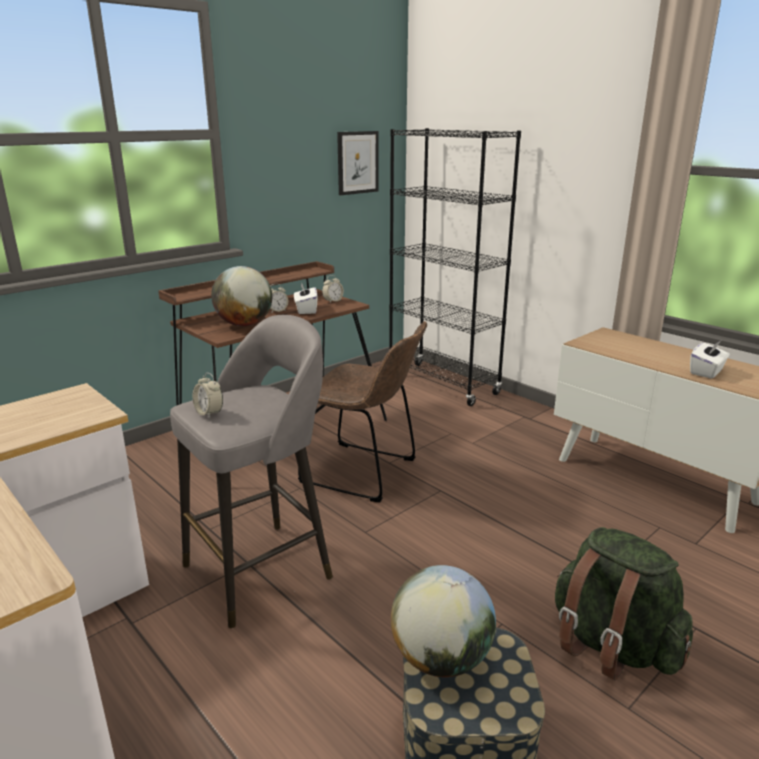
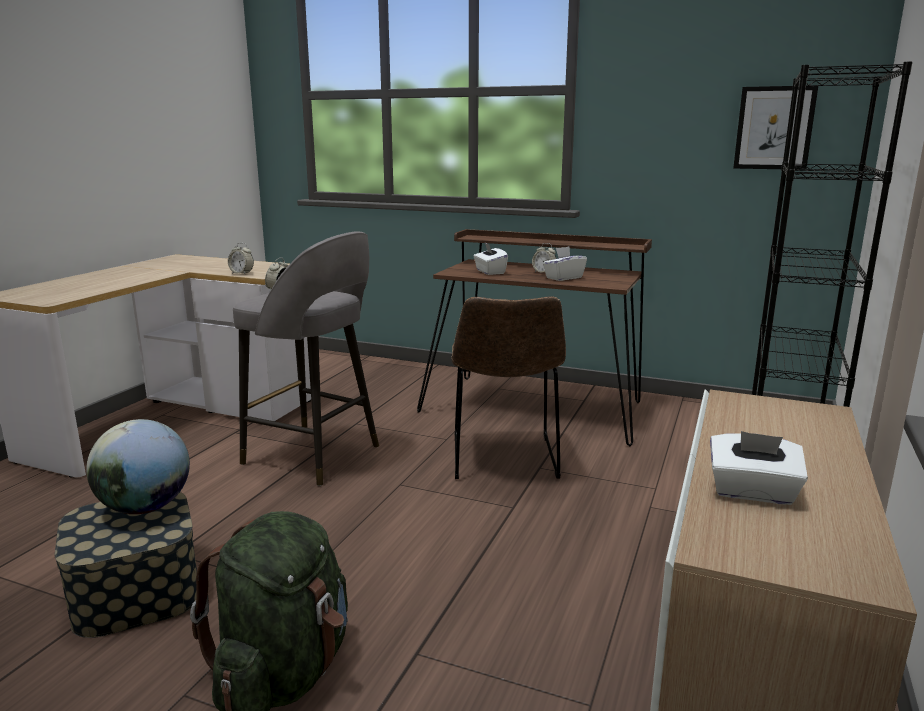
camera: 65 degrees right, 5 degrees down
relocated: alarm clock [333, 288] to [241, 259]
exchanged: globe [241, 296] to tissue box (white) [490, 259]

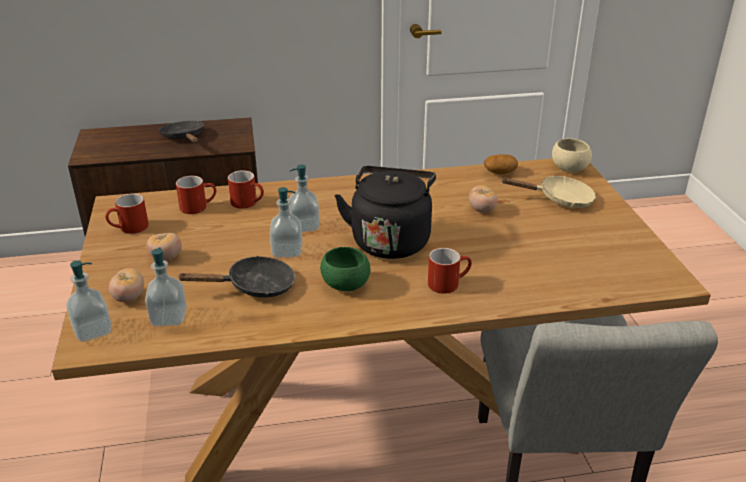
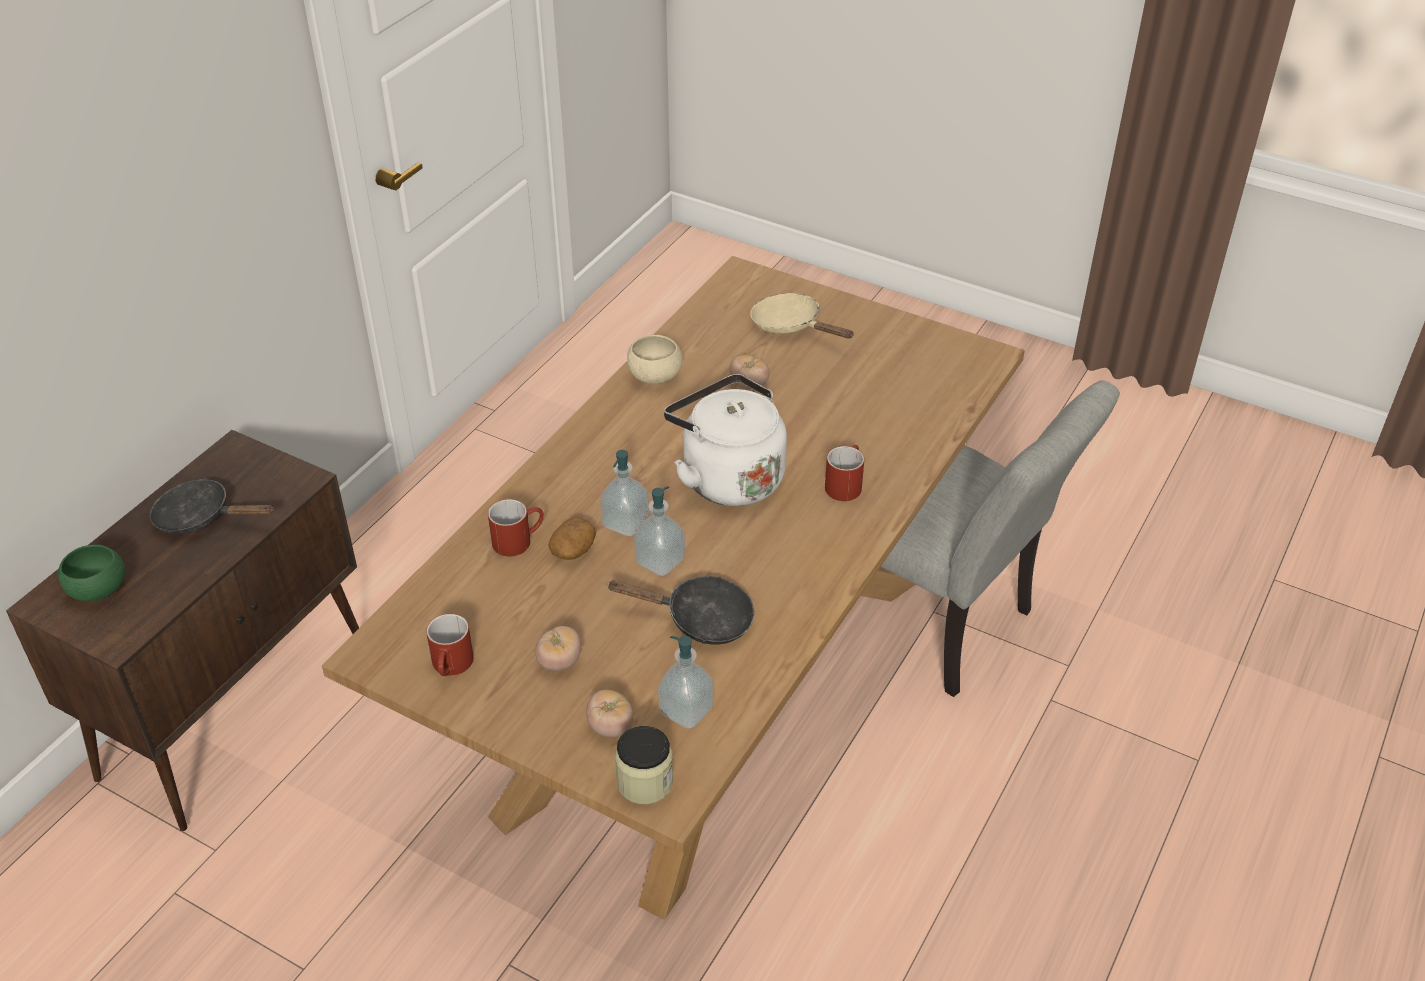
camera: 50 degrees left, 10 degrees up
missing: mug (red) [196, 195]
relocated: bowl (green) [345, 269] to [91, 573]; potato [501, 164] to [572, 538]; bowl (beige) [572, 155] to [655, 359]
exchanged: soap dispenser [89, 301] to jar [644, 765]
colour: kettle (black) [385, 212] to kettle (white) [725, 440]
spun: frying pan (black) [236, 277] = [680, 610] 75 degrees clockwise; frying pan (beige) [548, 192] = [802, 316] 90 degrees counterclockwise

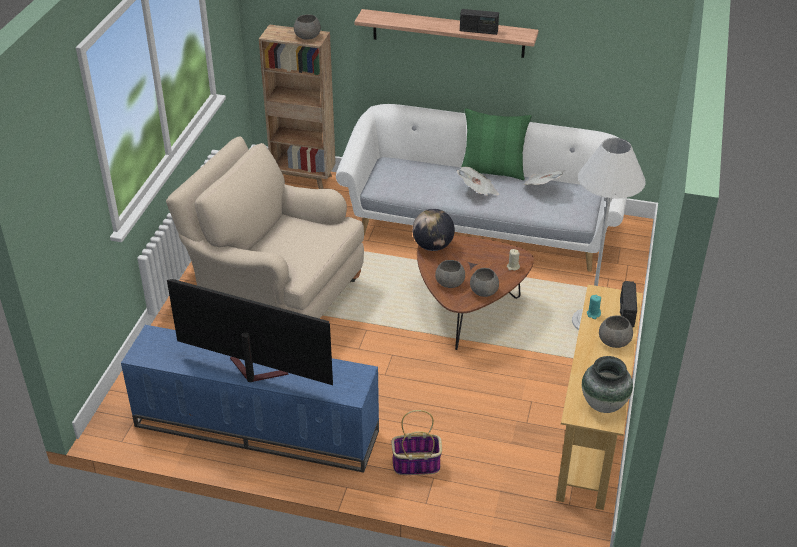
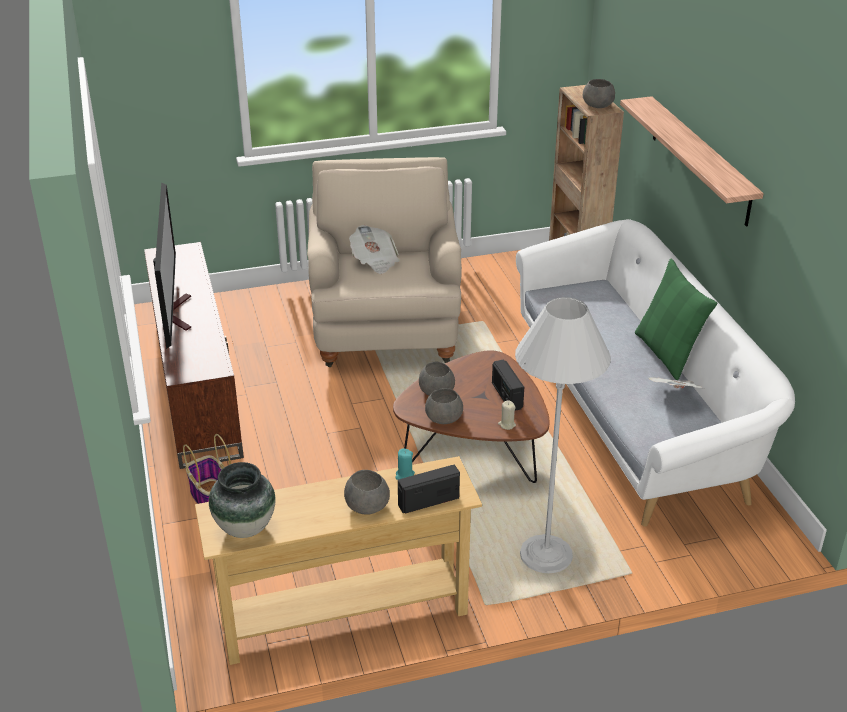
camera: 60 degrees right, 5 degrees down
missing: globe [433, 230]
relocated: newspaper [478, 181] to [374, 249]; radio [479, 22] to [508, 385]
colour: tv stand (blue) [250, 399] to tv stand (brown) [194, 355]

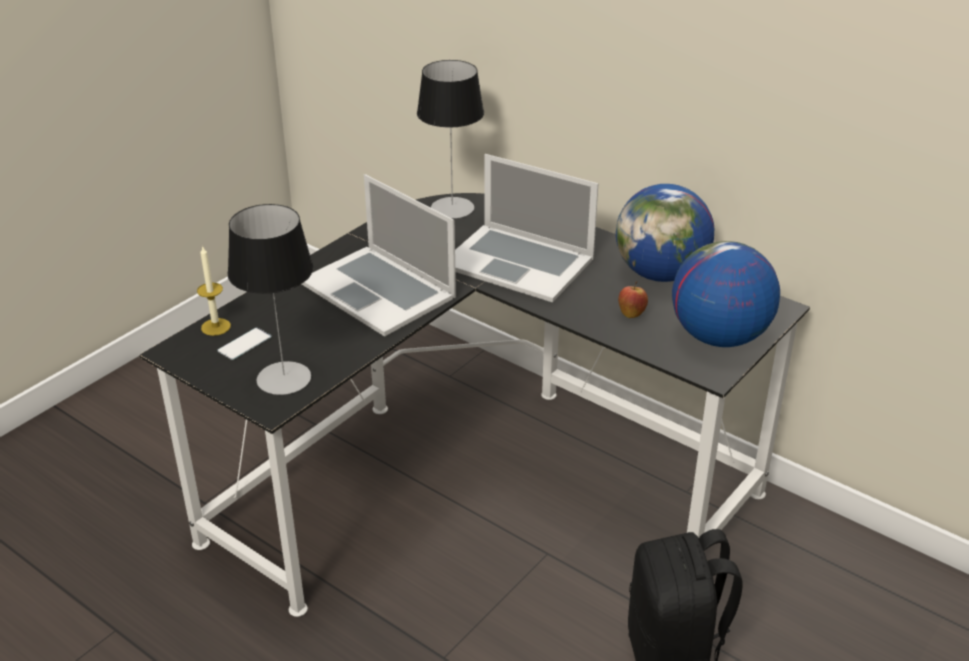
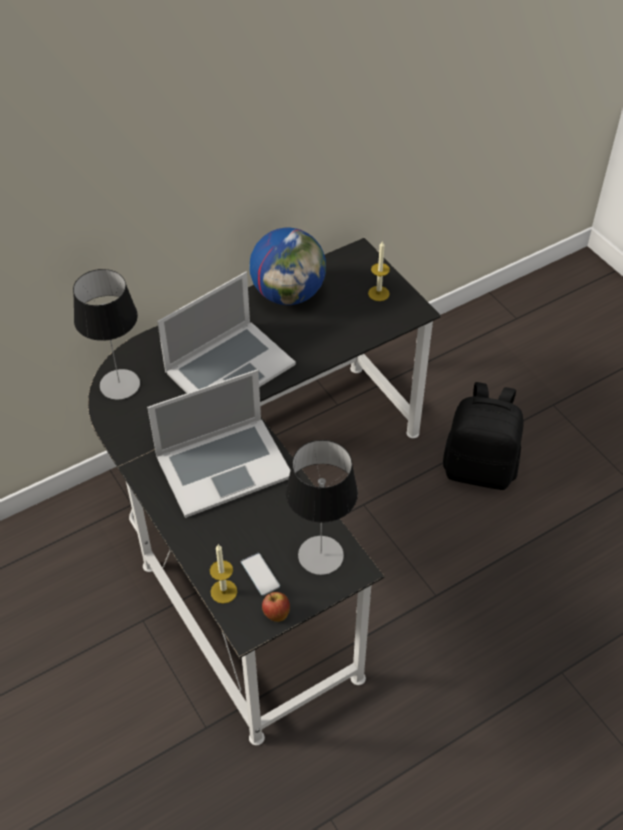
camera: 70 degrees left, 15 degrees up
relocated: apple [633, 299] to [276, 607]
exchanged: globe [726, 294] to candle [379, 271]

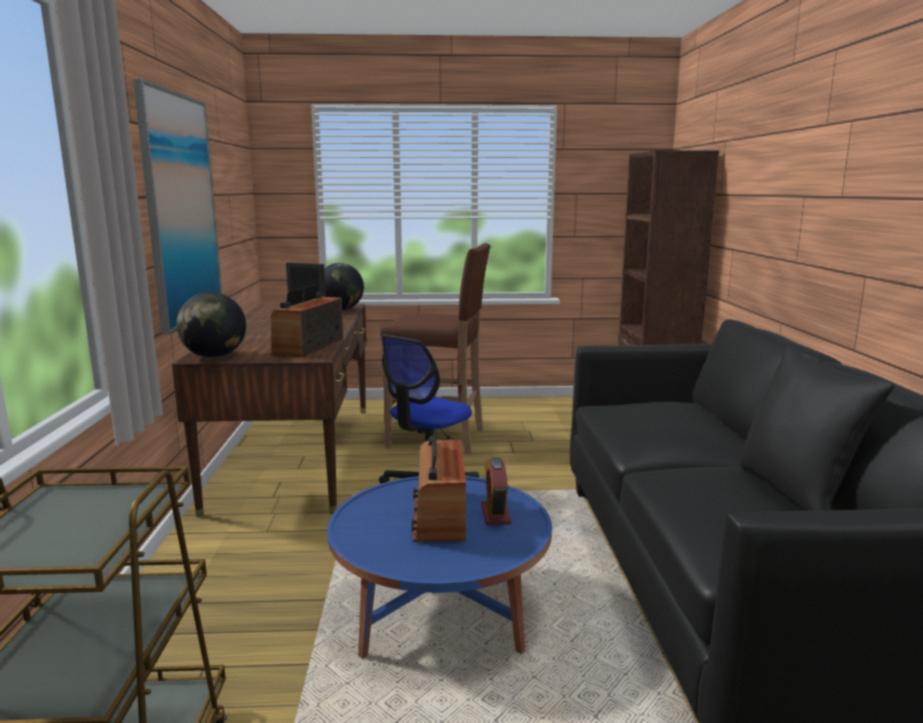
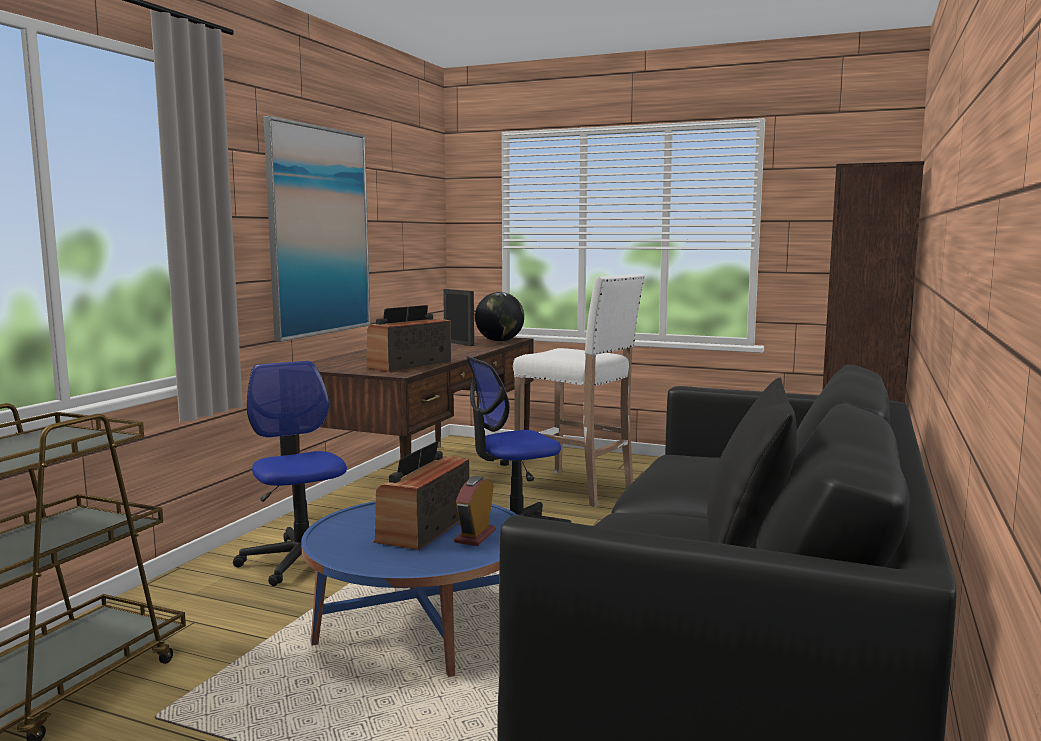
camera: 25 degrees right, 5 degrees down
missing: globe [211, 325]
appeared: office chair [290, 473]
colour: stool (brown) [435, 348] to stool (white) [579, 390]

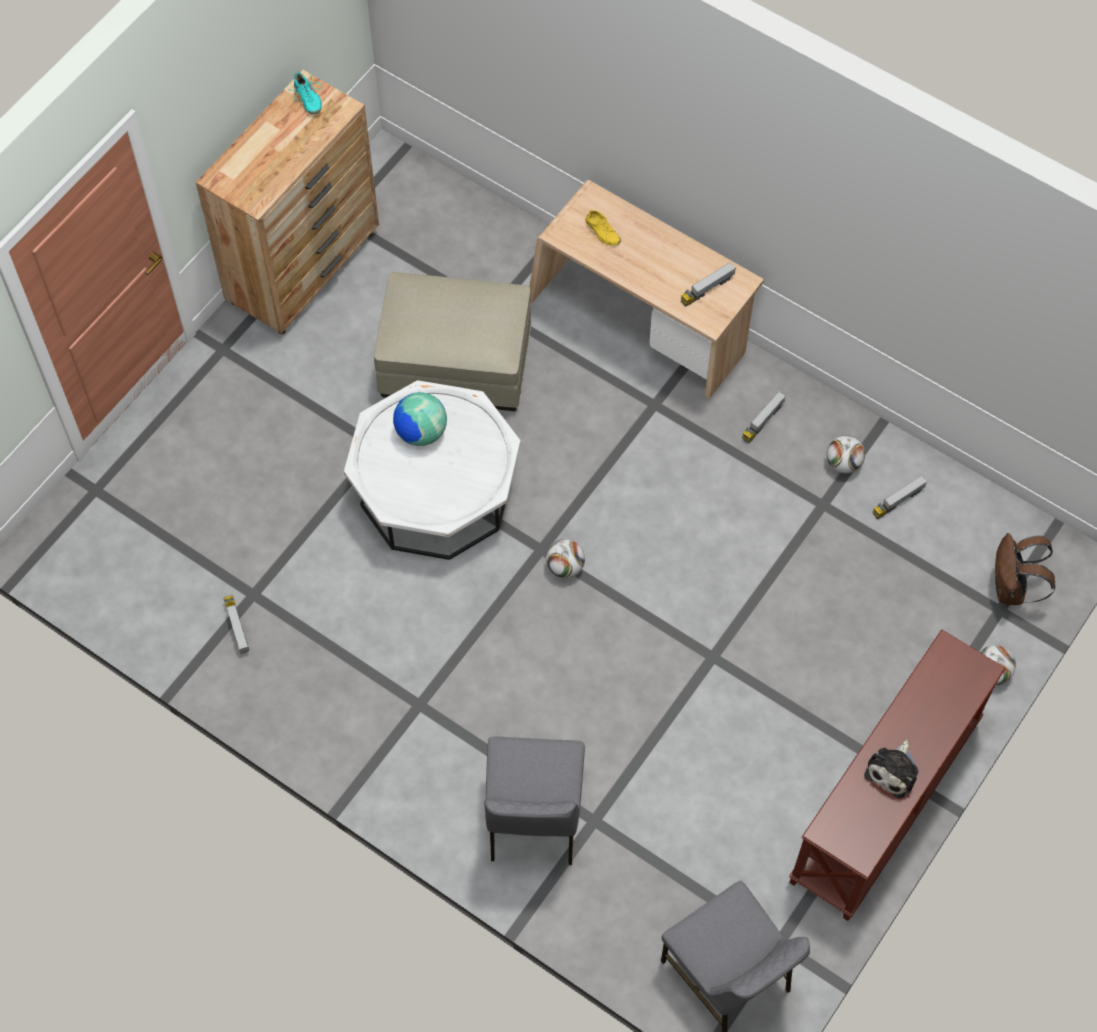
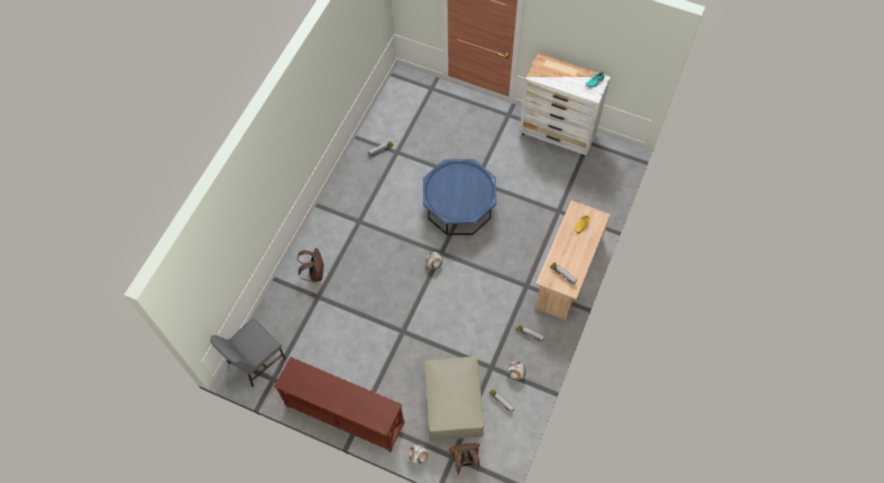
camera: 80 degrees right, 0 degrees up
missing: globe [420, 419]; plush toy [891, 769]
relocated: ottoman (beige) [452, 341] to [454, 398]
exchanged: chair (grey) [534, 801] to backpack (brown) [310, 265]
colour: dresser (brown) [287, 202] to dresser (white) [564, 104]; coffee table (white) [432, 470] to coffee table (blue) [460, 197]

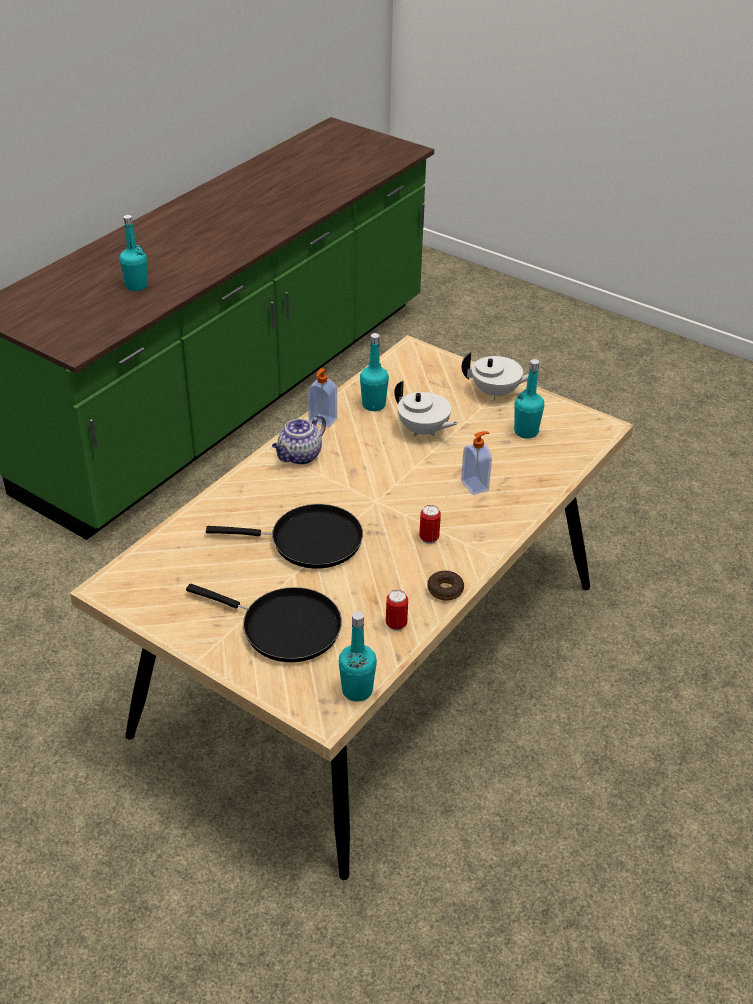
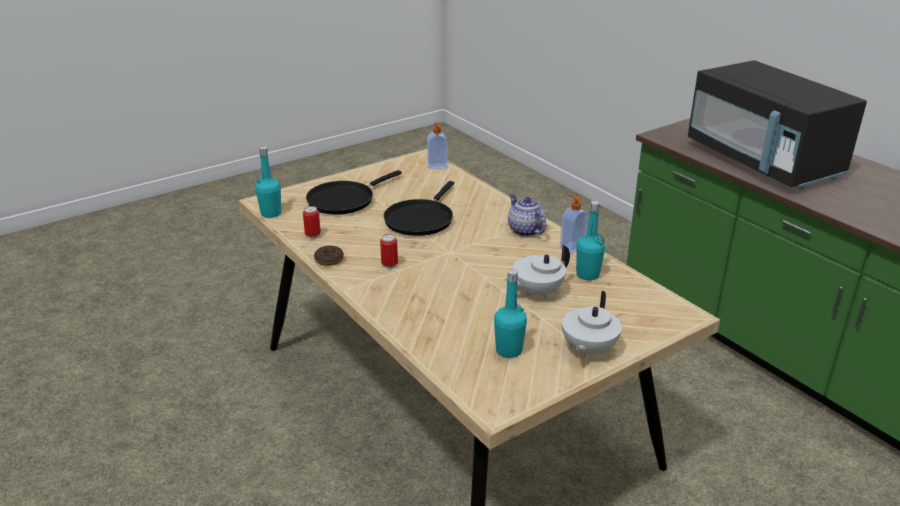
camera: 110 degrees right, 10 degrees down
relocated: soap dispenser [476, 463] to [437, 145]
exchanged: bottle (turquoise) [134, 253] to microwave (black) [777, 124]

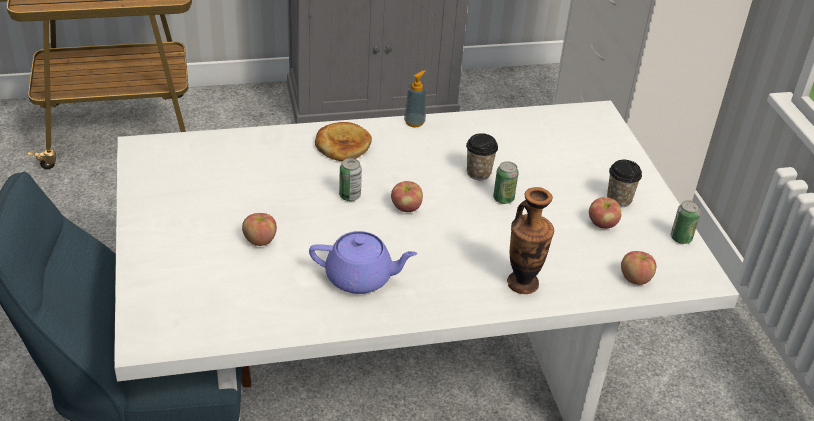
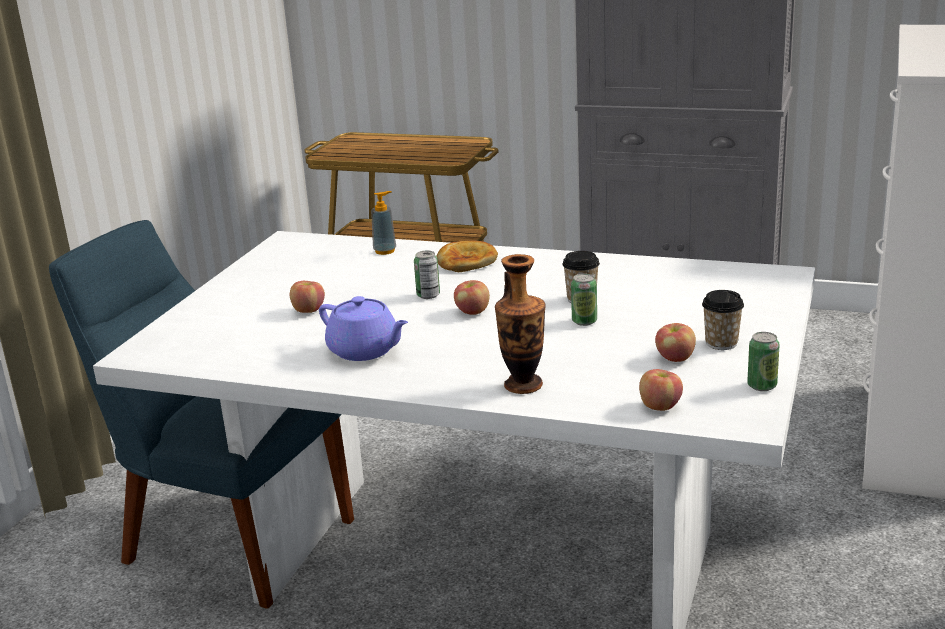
camera: 35 degrees right, 15 degrees down
relocated: soap dispenser [415, 98] to [383, 223]

